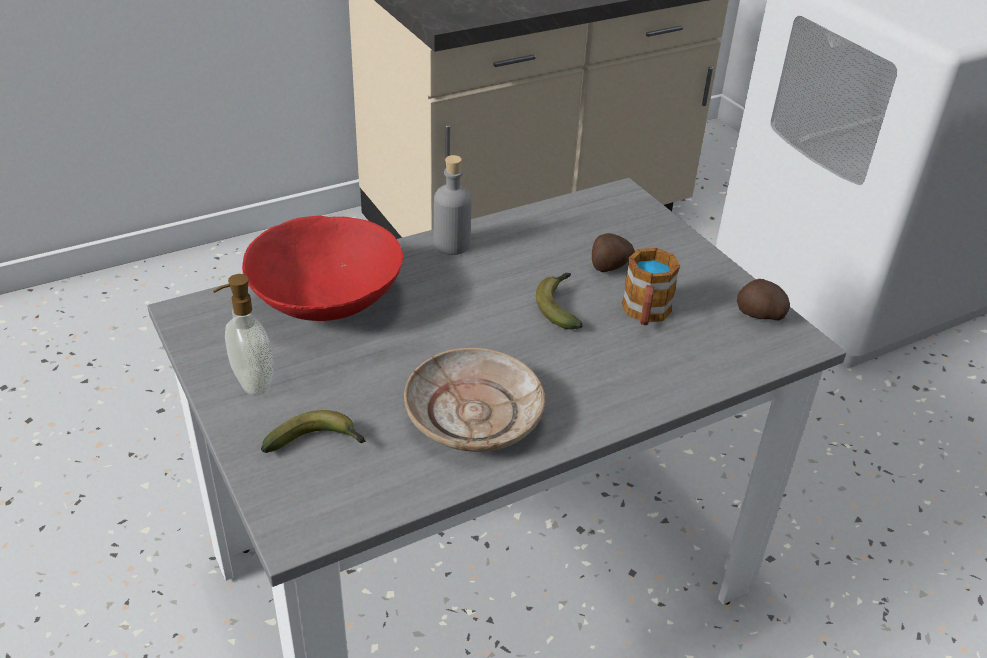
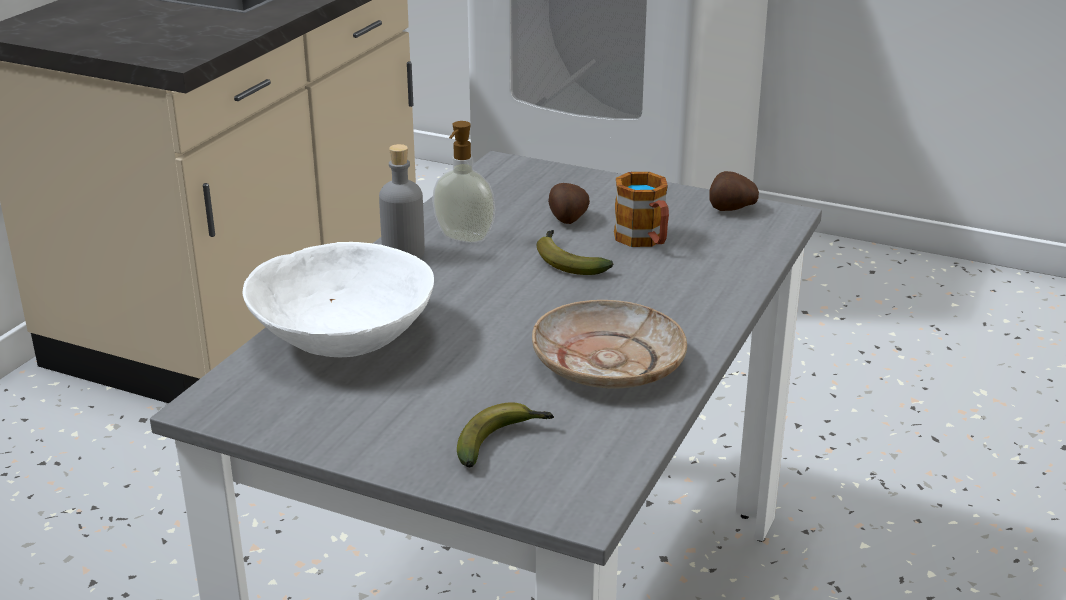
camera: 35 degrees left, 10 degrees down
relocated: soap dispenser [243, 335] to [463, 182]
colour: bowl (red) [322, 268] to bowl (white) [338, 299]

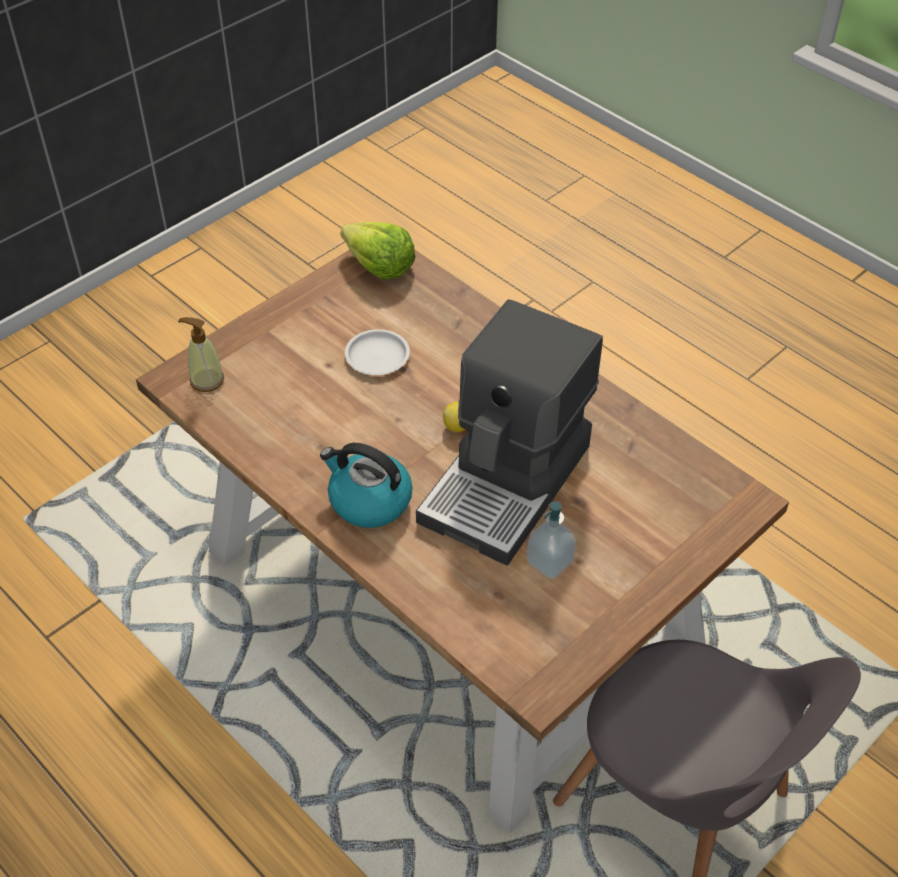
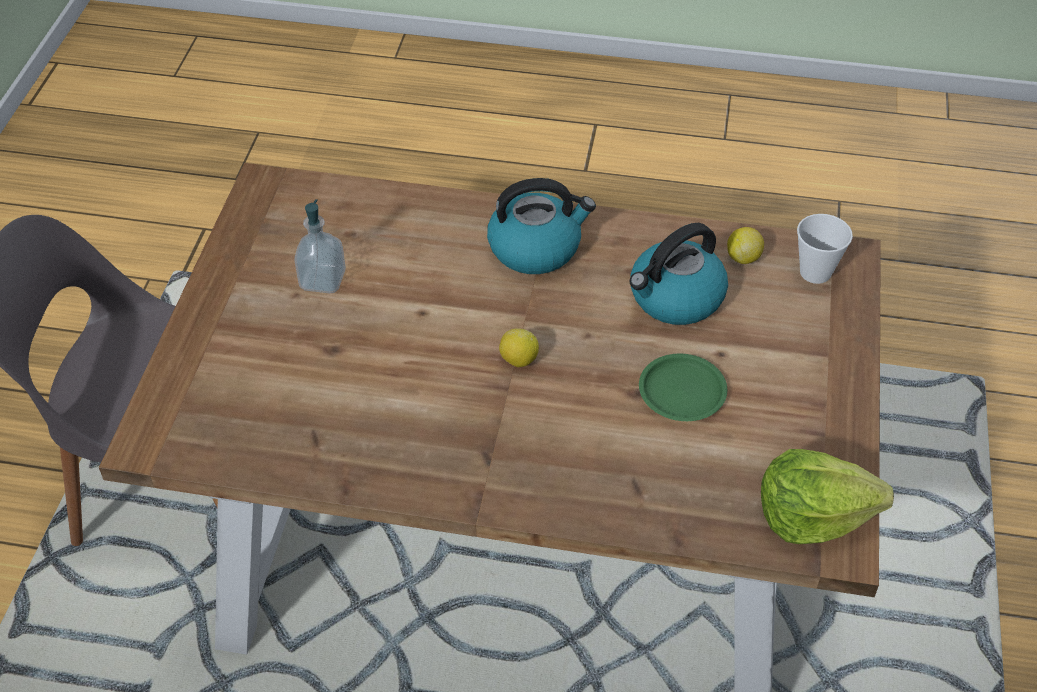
camera: 145 degrees right, 0 degrees up
missing: coffee machine [509, 432]
appeared: kettle [679, 274]; lemon [745, 245]
exchanged: soap dispenser [201, 354] to cup [825, 249]
colour: plate (white) [377, 352] to plate (green) [683, 387]

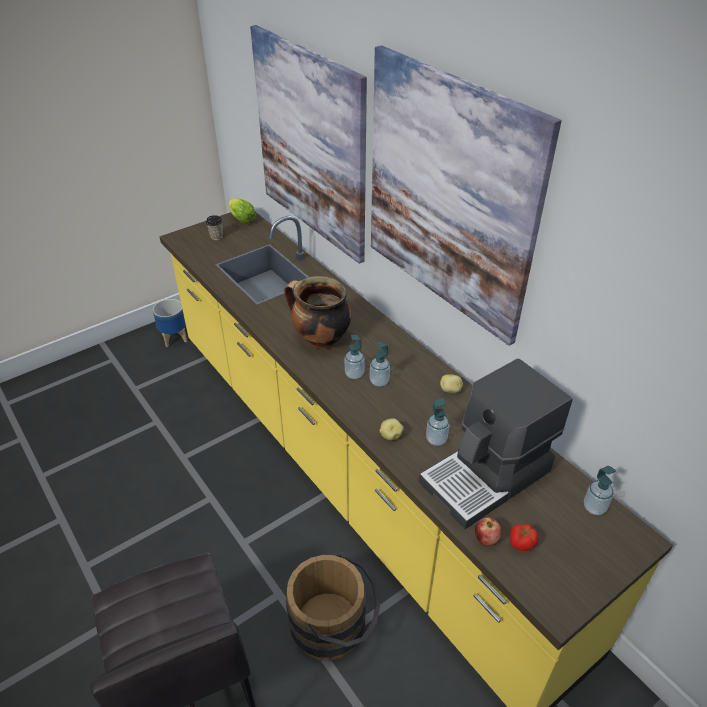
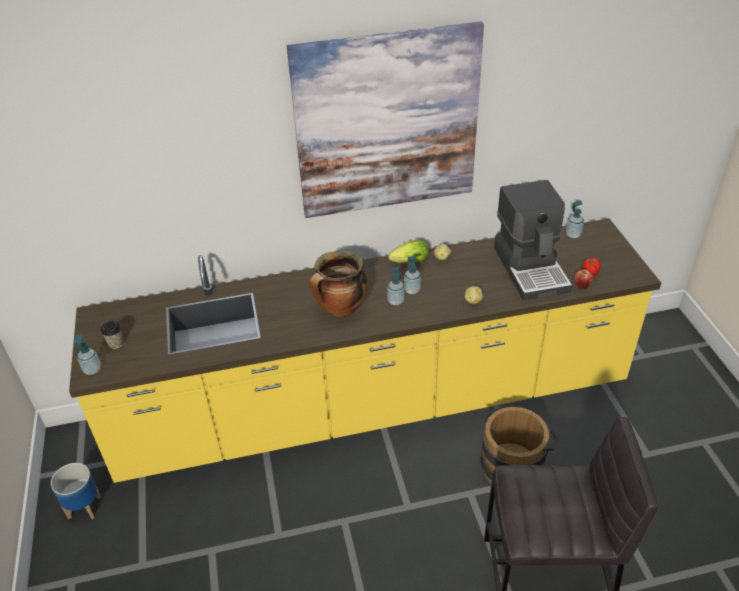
camera: 65 degrees left, 0 degrees up
missing: picture [308, 144]
relocated: lettuce [242, 210] to [408, 252]; soap dispenser [437, 422] to [87, 354]

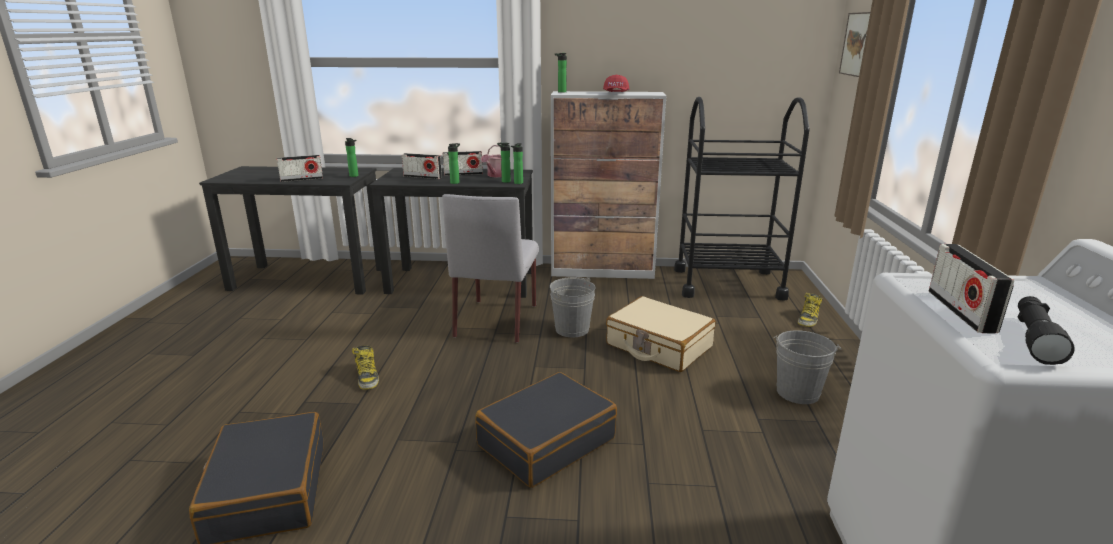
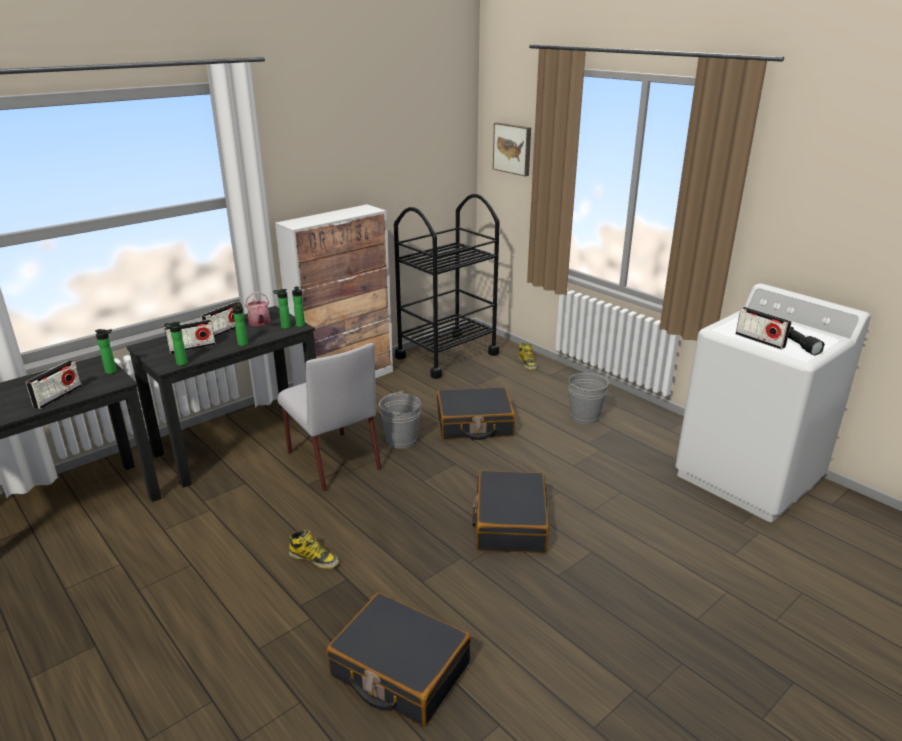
camera: 45 degrees left, 5 degrees up
missing: cap (red) [616, 83]
relocated: bottle [560, 73] to [176, 344]
colour: suitcase (beige) [661, 334] to suitcase (black) [476, 413]

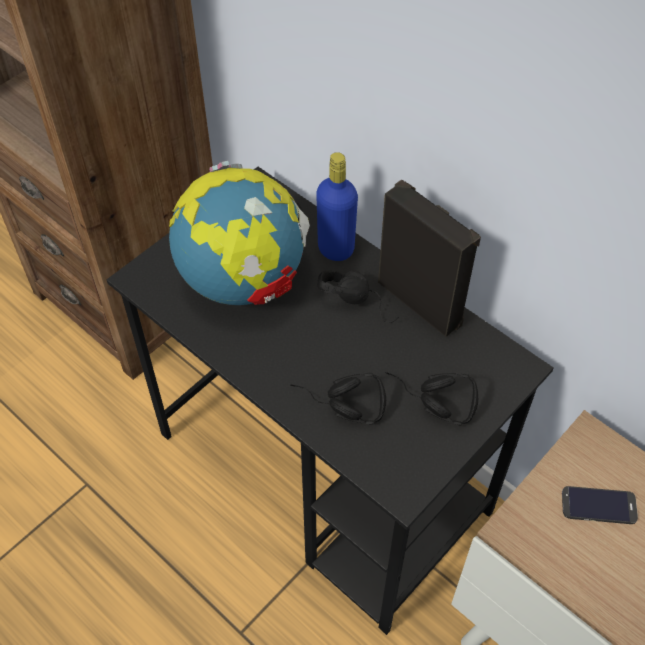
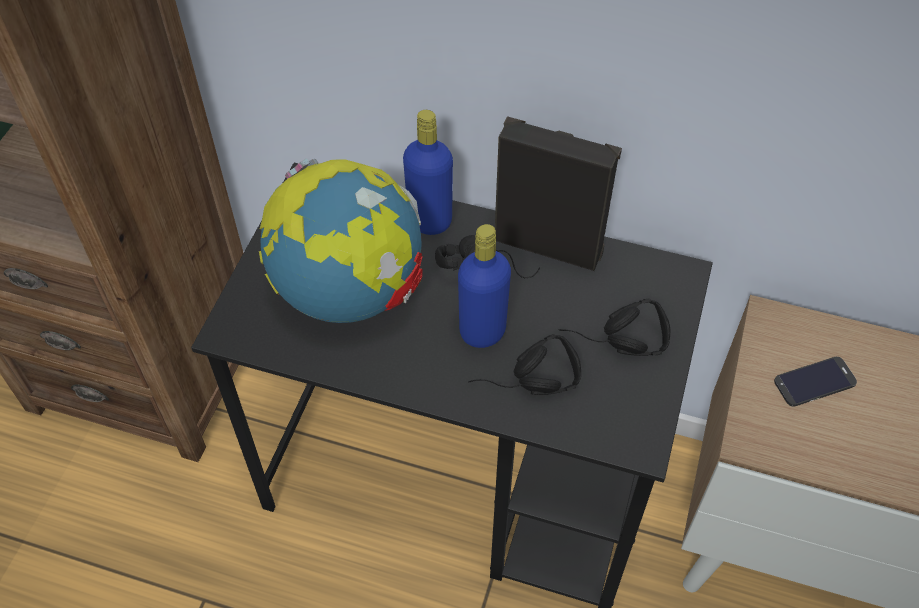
camera: 25 degrees left, 0 degrees up
appeared: bottle (blue) [484, 286]

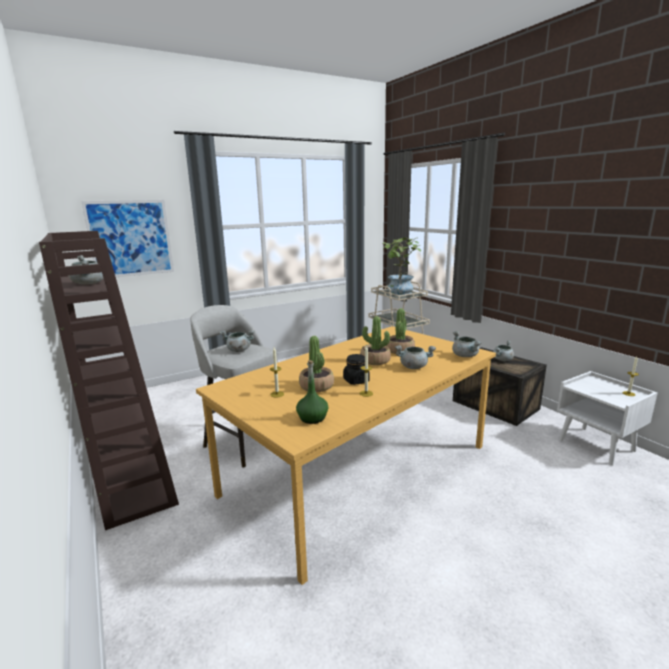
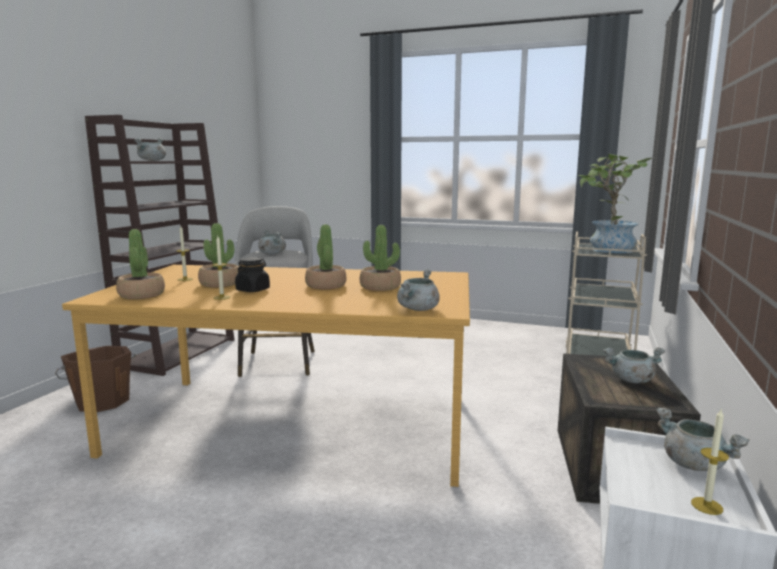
camera: 50 degrees right, 5 degrees down
missing: picture [127, 238]
appeared: bucket (brown) [95, 379]
relocated: cooking pot (grey) [415, 357] to [703, 439]
exchanged: bottle (green) [312, 392] to potted plant [140, 264]

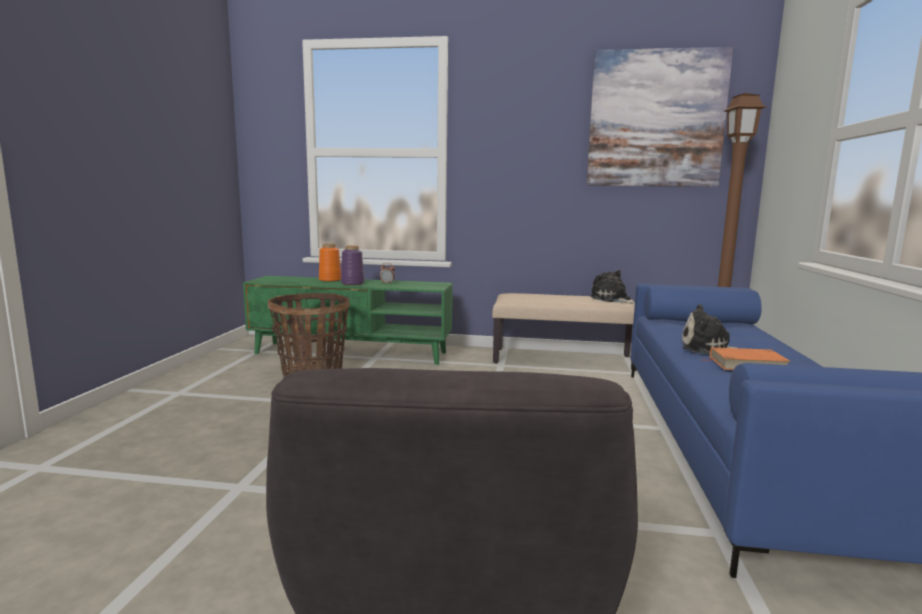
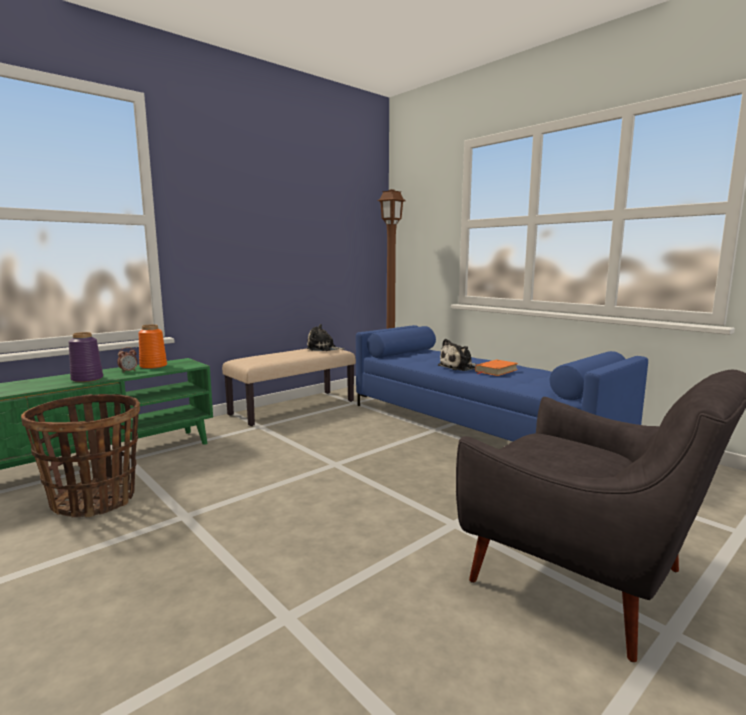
camera: 50 degrees left, 0 degrees up
missing: picture [660, 117]
relocated: vase (orange) [330, 262] to [152, 346]

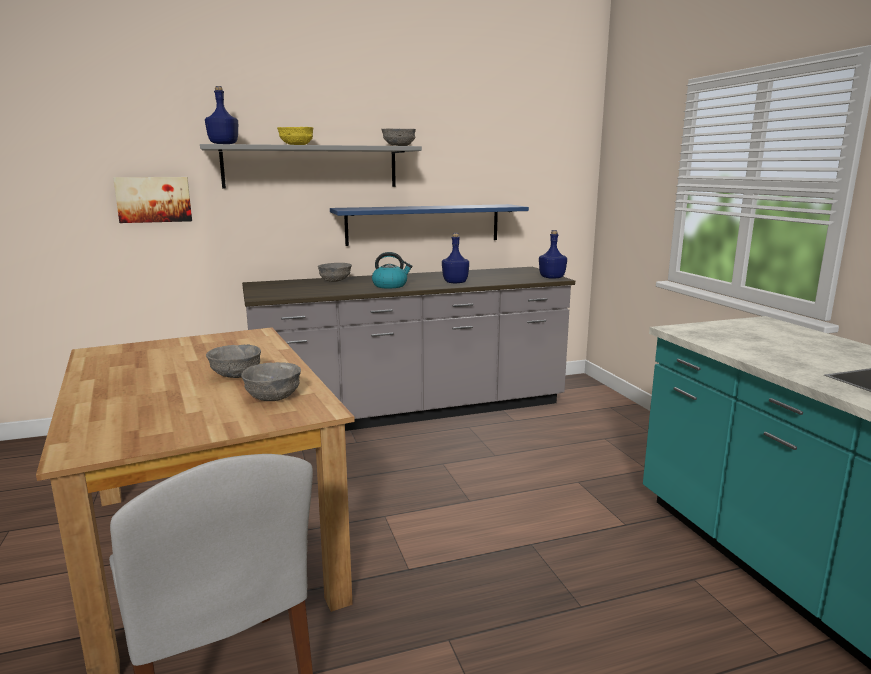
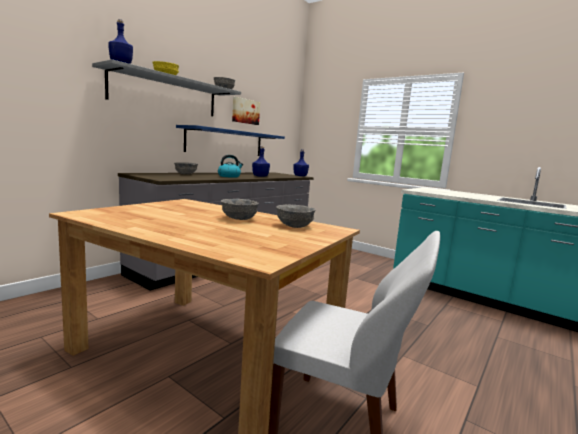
camera: 35 degrees left, 5 degrees down
relocated: picture [152, 200] to [246, 111]

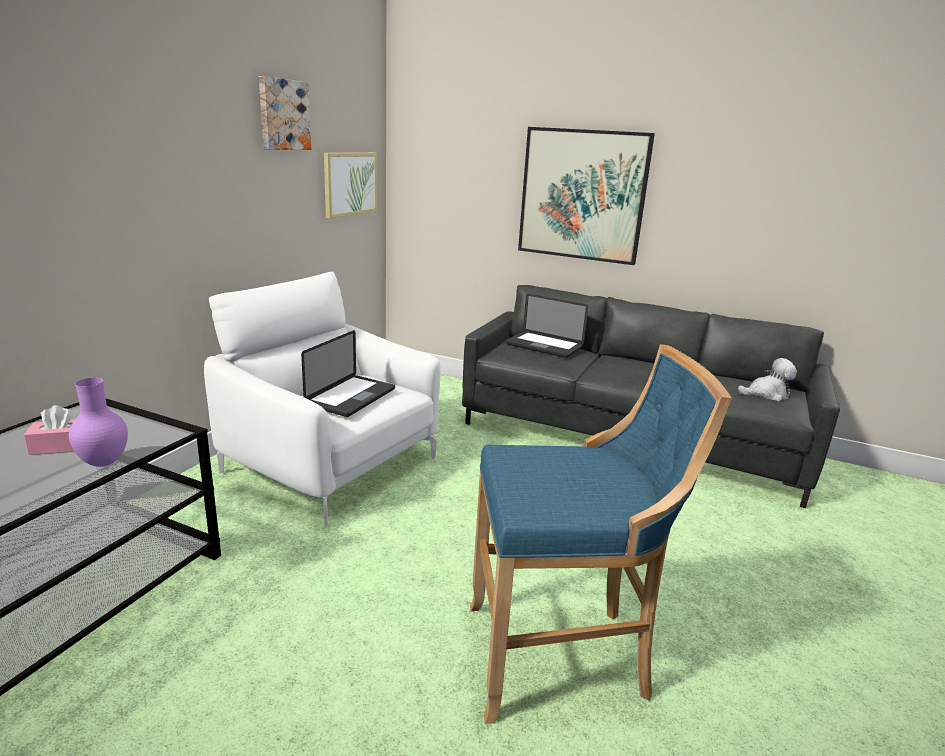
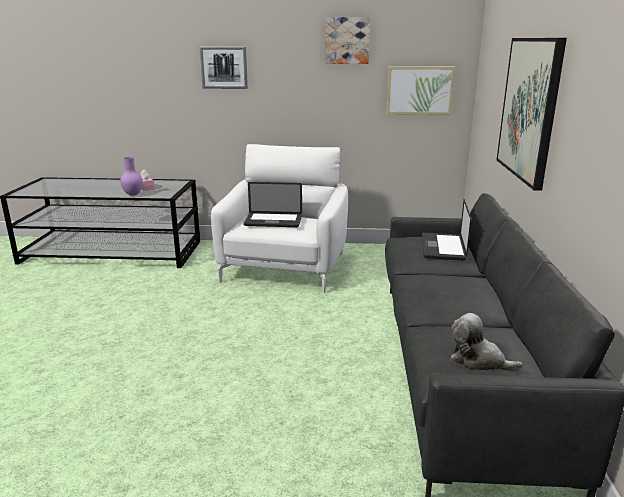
camera: 70 degrees right, 0 degrees up
missing: stool (blue) [601, 534]
appeared: picture [224, 68]
spun: plush toy [767, 379] = [487, 342] 150 degrees clockwise

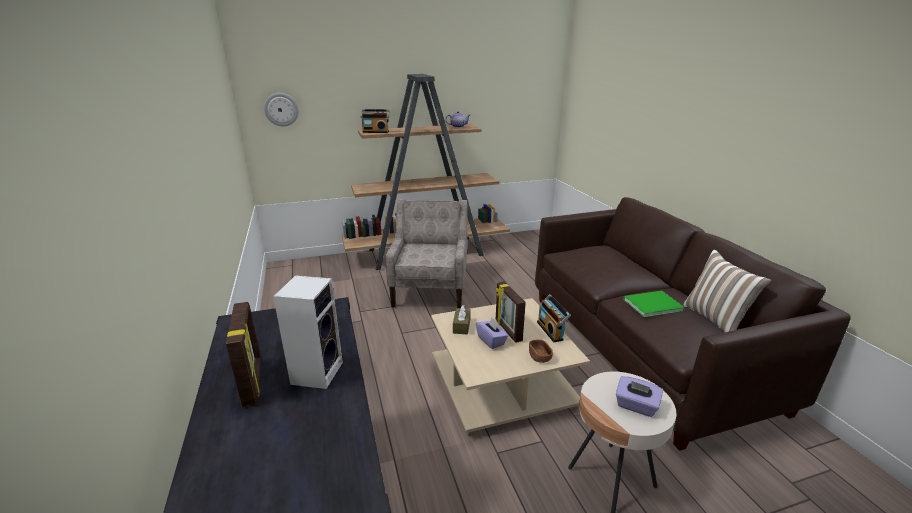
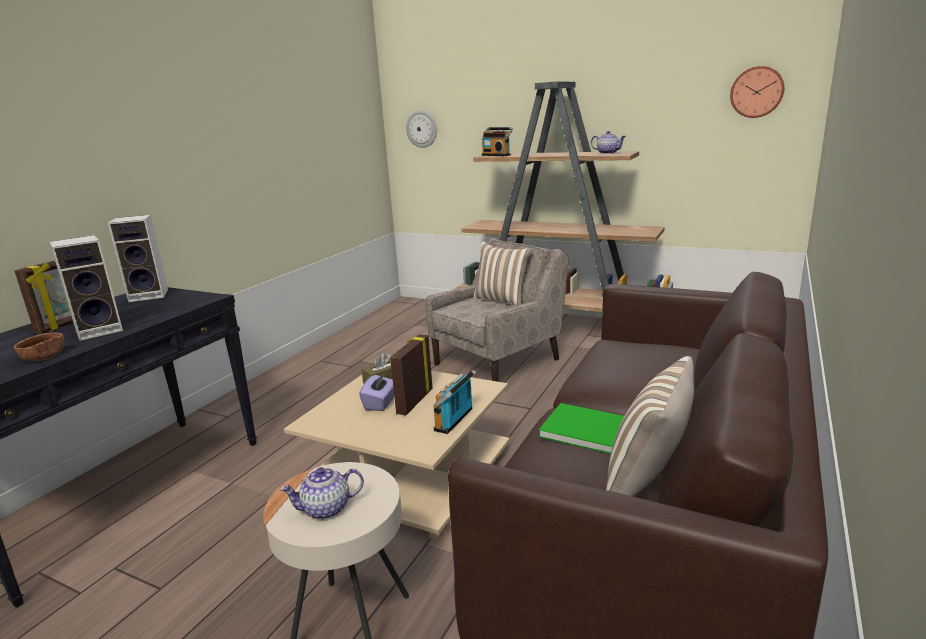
camera: 45 degrees right, 5 degrees down
appeared: speaker [138, 258]; pillow [503, 274]; wall clock [757, 92]
relocated: bowl (brown) [541, 351] to [39, 347]
exchanged: tissue box (purple) [639, 396] to teapot [322, 493]

